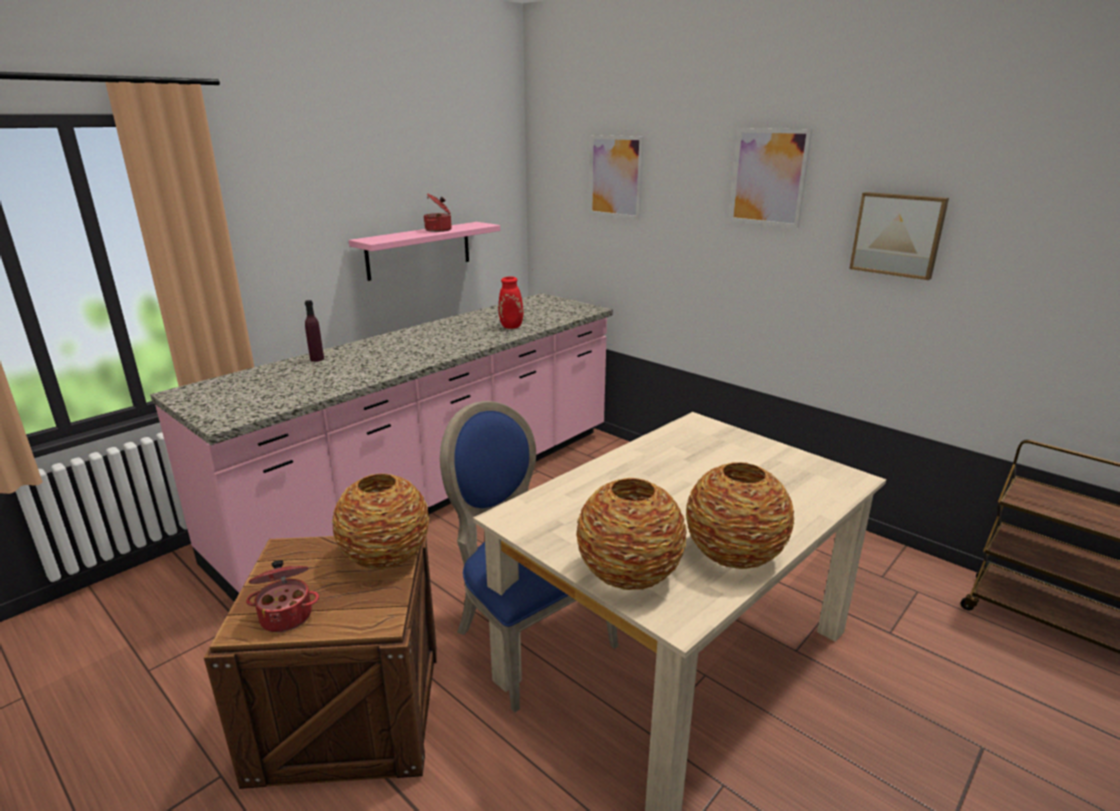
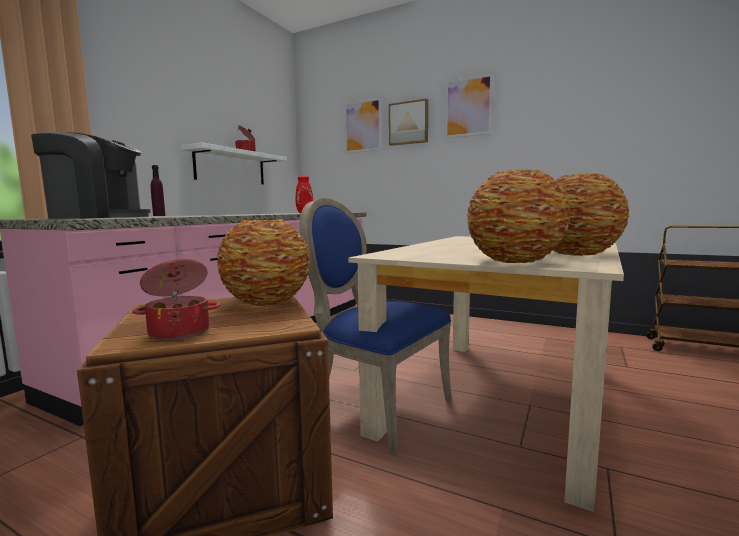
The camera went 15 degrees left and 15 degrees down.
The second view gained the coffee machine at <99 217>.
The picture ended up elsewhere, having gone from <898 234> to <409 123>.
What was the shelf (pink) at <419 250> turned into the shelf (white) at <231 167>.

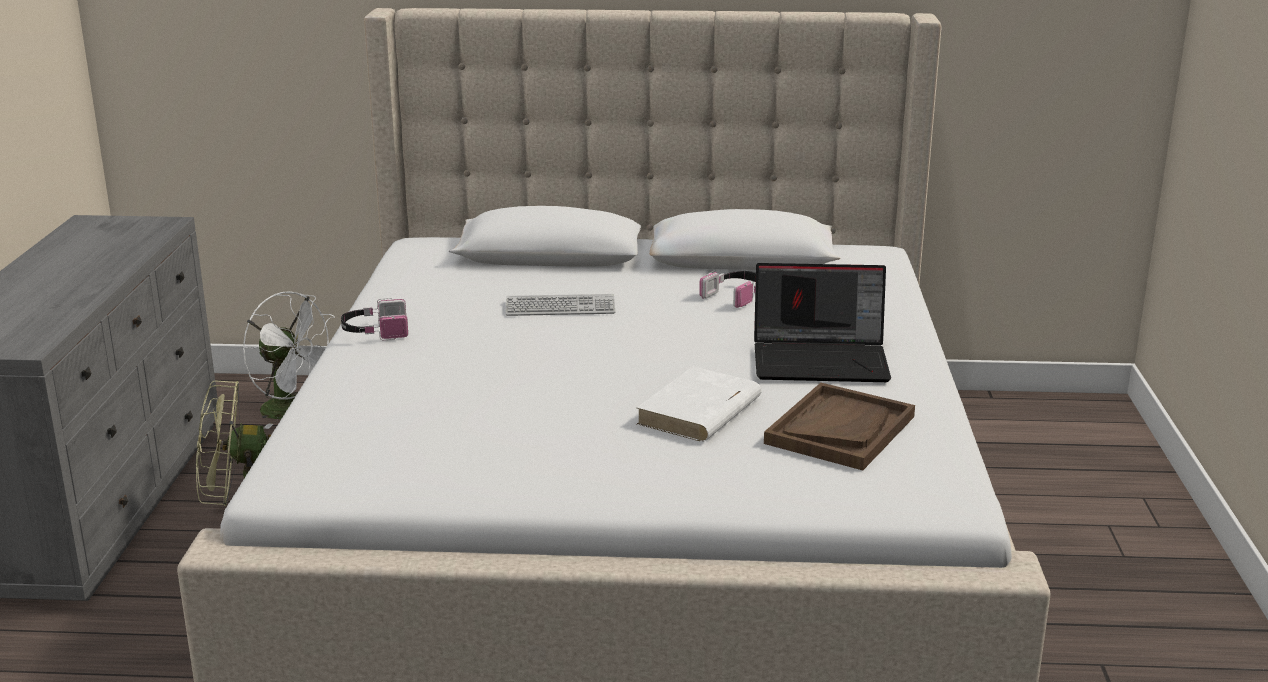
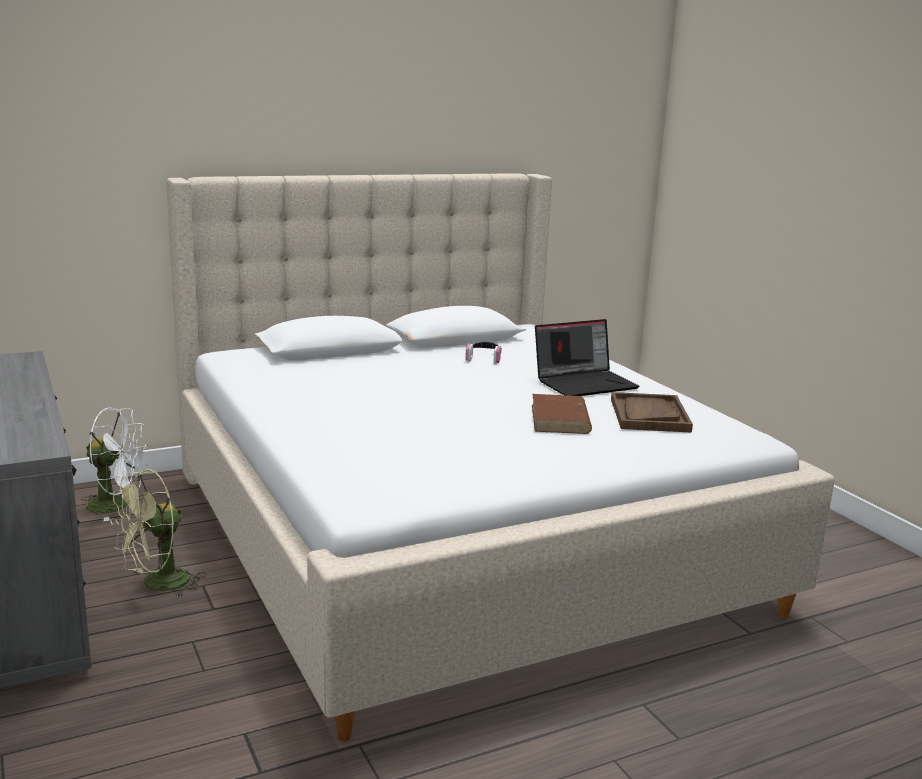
The camera went 30 degrees left and 5 degrees down.
The second view lost the headphones at <375 331>.
The second view lost the keyboard at <560 307>.
What was the book (white) at <699 412> turned into the book (brown) at <560 419>.

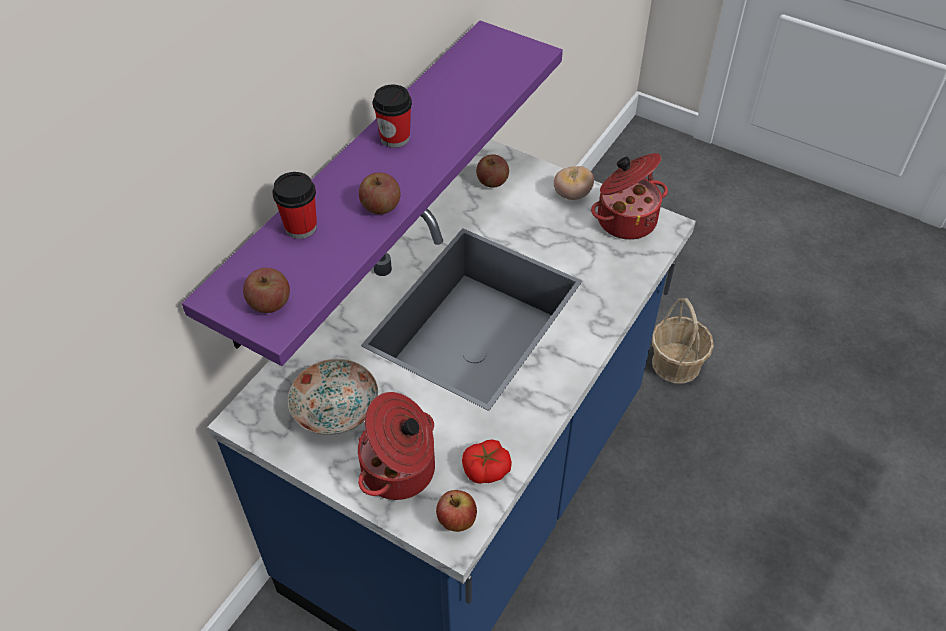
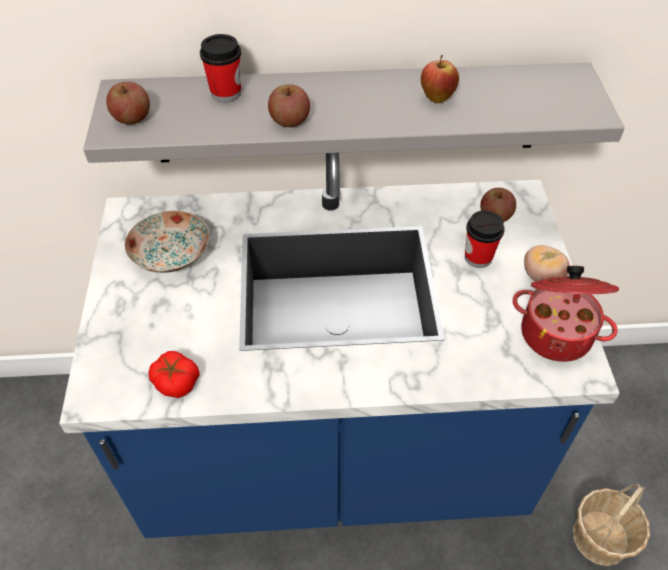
The camera went 55 degrees right and 0 degrees up.
The second view lost the cooking pot at <400 471>.
The cup ended up elsewhere, having gone from <395 138> to <478 257>.
The apple ended up elsewhere, having gone from <456 522> to <436 98>.
What was the shelf (purple) at <356 181> turned into the shelf (grey) at <348 113>.

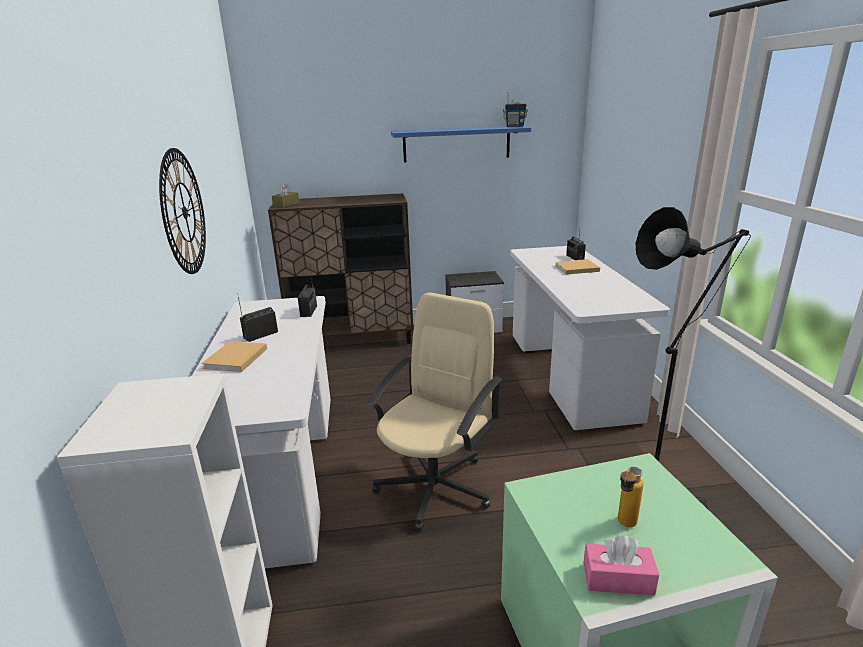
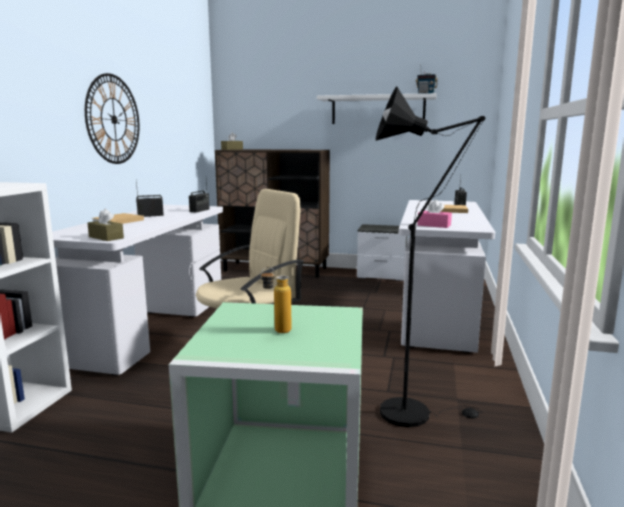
The camera went 20 degrees right and 10 degrees down.
The second view gained the tissue box (brown) at <106 237>.
The tissue box (pink) ended up elsewhere, having gone from <618 579> to <434 225>.
What was the shelf (blue) at <456 144> turned into the shelf (white) at <378 110>.

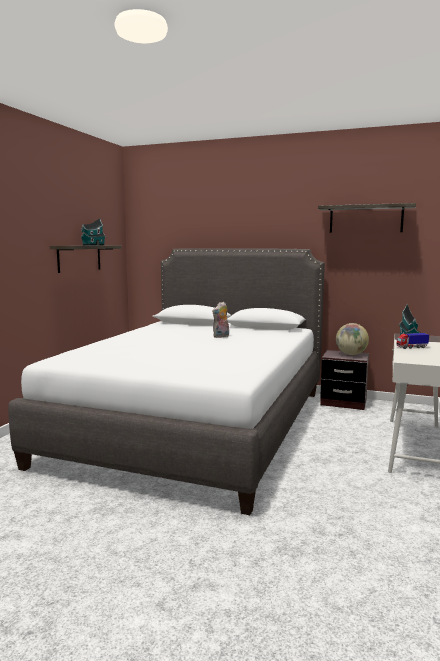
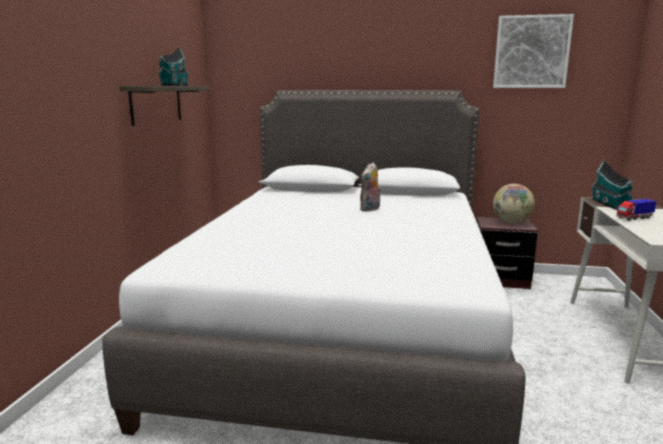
The camera went 10 degrees left and 5 degrees up.
Where the shelf hung at <366 219>, the picture came to hang at <531 52>.

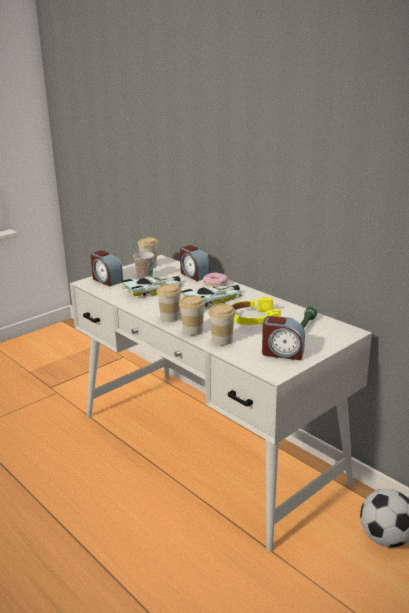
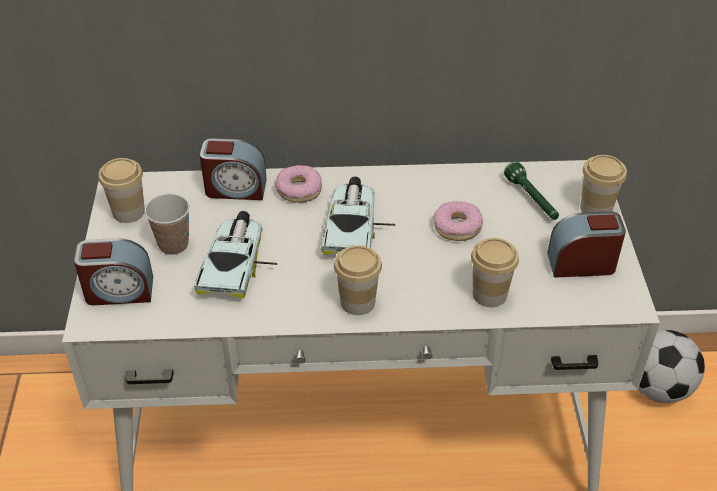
The camera went 50 degrees left and 20 degrees up.
The cup ended up elsewhere, having gone from <192 331> to <596 208>.
Where the headphones (yellow) stood at <253 319>, the donut came to stand at <457 227>.
The alarm clock at <282 353> ended up facing another way, 150 degrees counterclockwise from before.

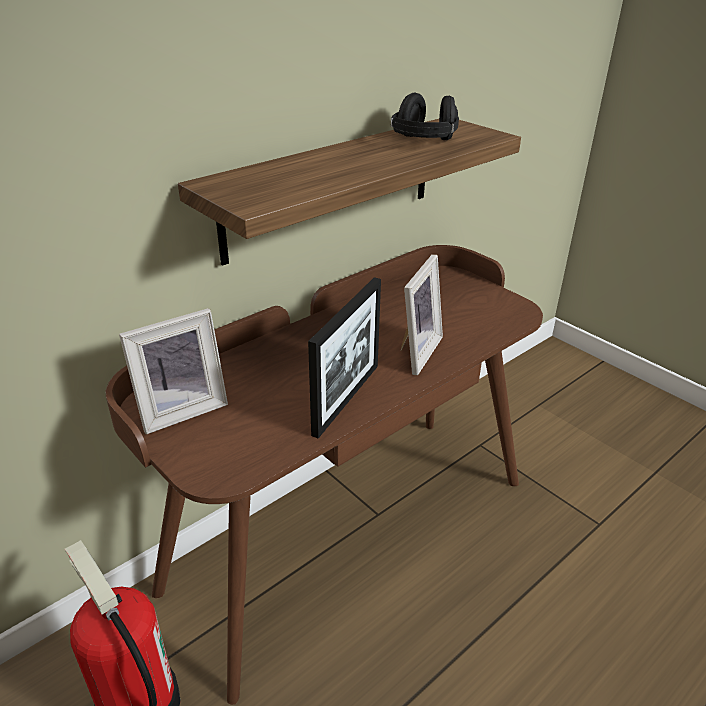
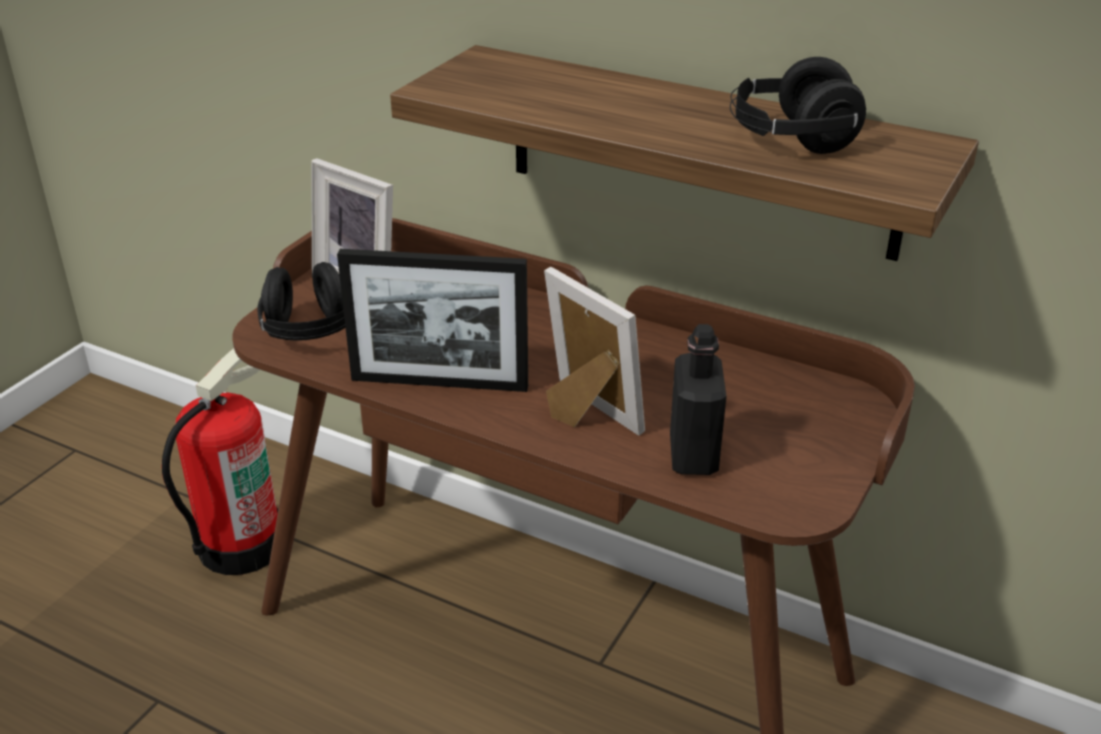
The camera went 70 degrees right and 0 degrees up.
The second view gained the headphones (black) at <308 331>.
The second view gained the bottle (black) at <693 455>.
The picture frame at <414 352> ended up facing another way, 135 degrees counterclockwise from before.

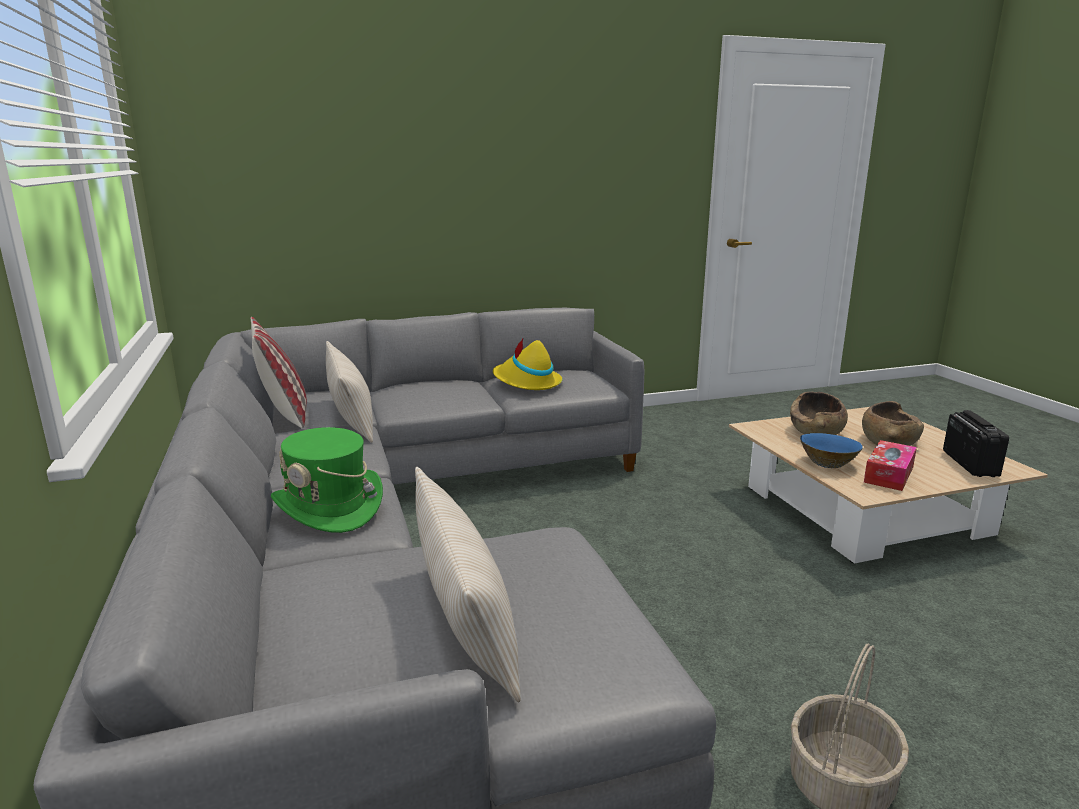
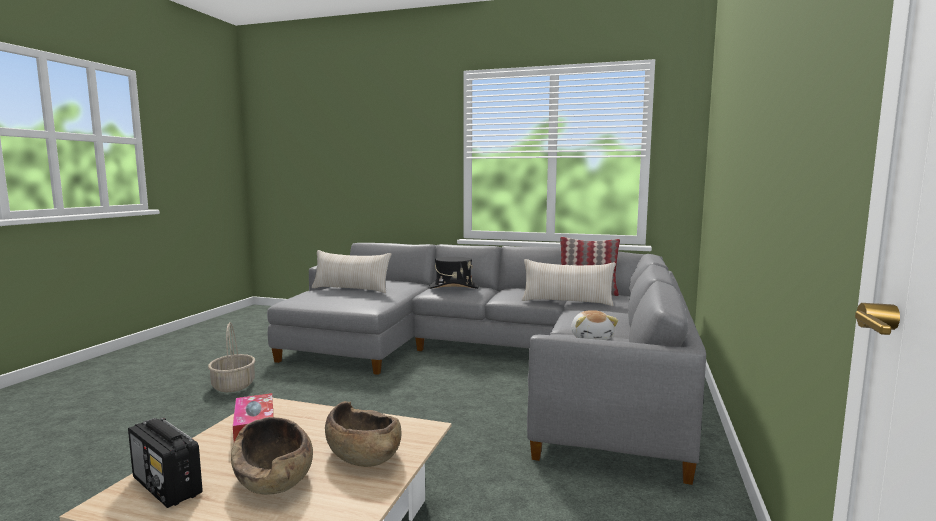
The camera went 125 degrees right and 10 degrees down.
The second view lost the bowl (blue) at <828 463>.
Where the hat (yellow) stood at <526 382>, the plush toy came to stand at <592 338>.
What was the hat (green) at <329 507> turned into the hat (black) at <453 288>.

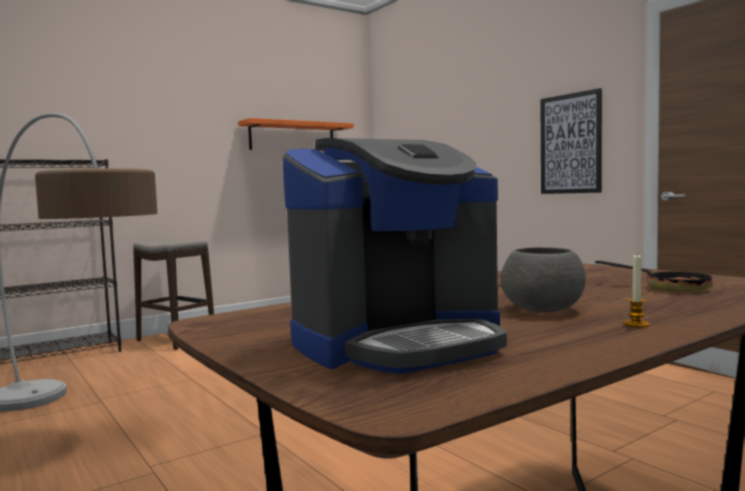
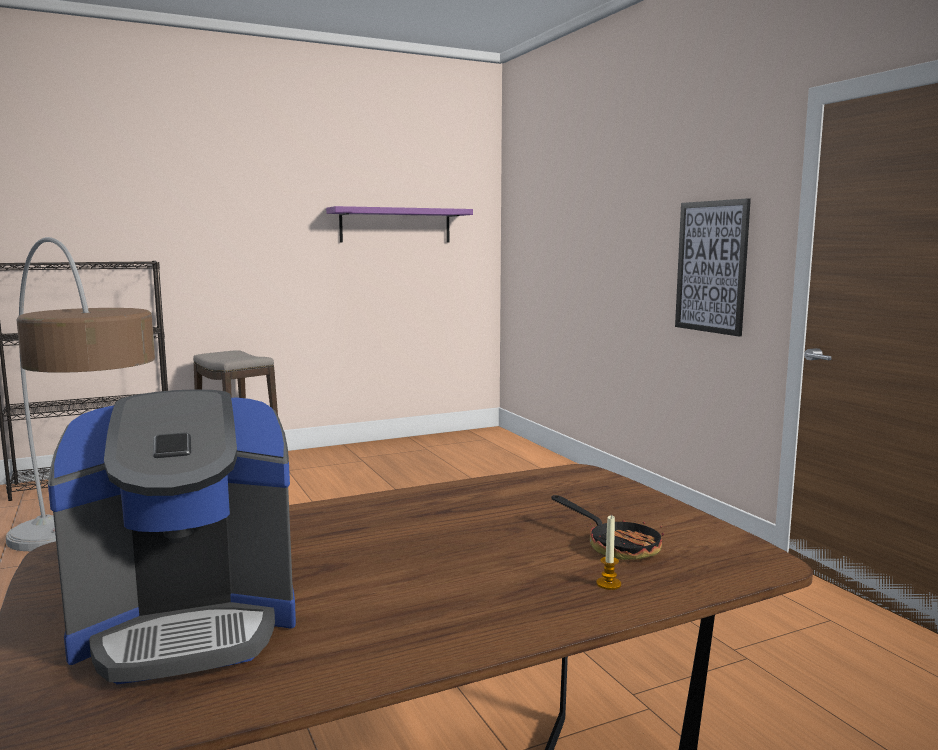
The camera went 10 degrees right and 5 degrees up.
The second view lost the bowl (grey) at <543 310>.
The candle ended up elsewhere, having gone from <636 324> to <608 584>.
What was the shelf (orange) at <292 137> turned into the shelf (purple) at <395 225>.

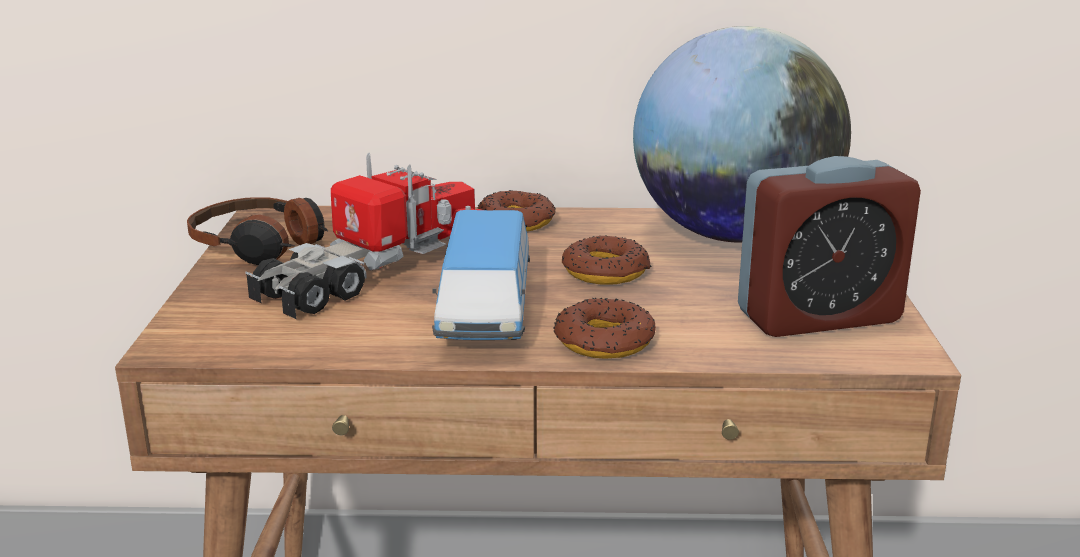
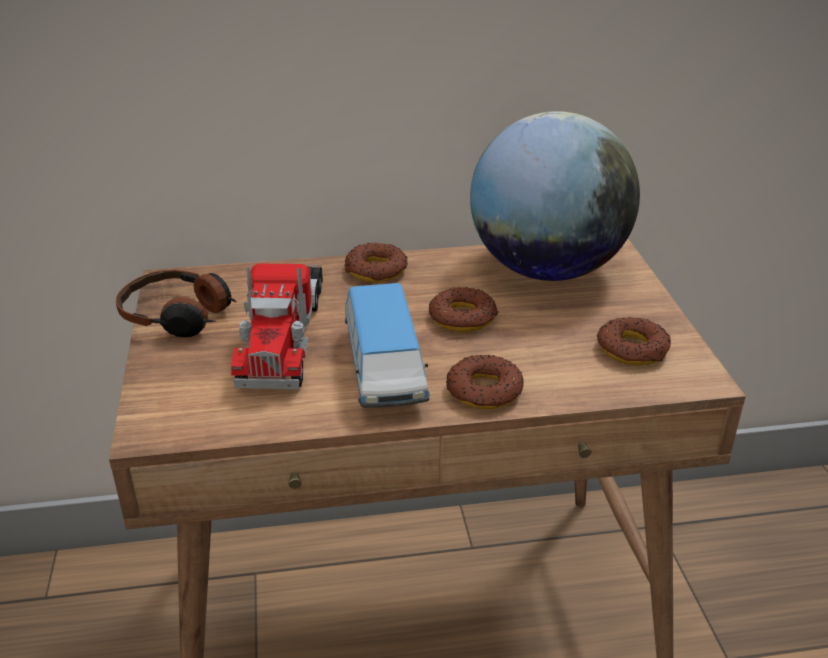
The camera went 10 degrees left and 10 degrees up.
Where the alarm clock stood at <818 317>, the donut came to stand at <632 349>.
The toy truck at <375 271> ended up facing another way, 150 degrees clockwise from before.

